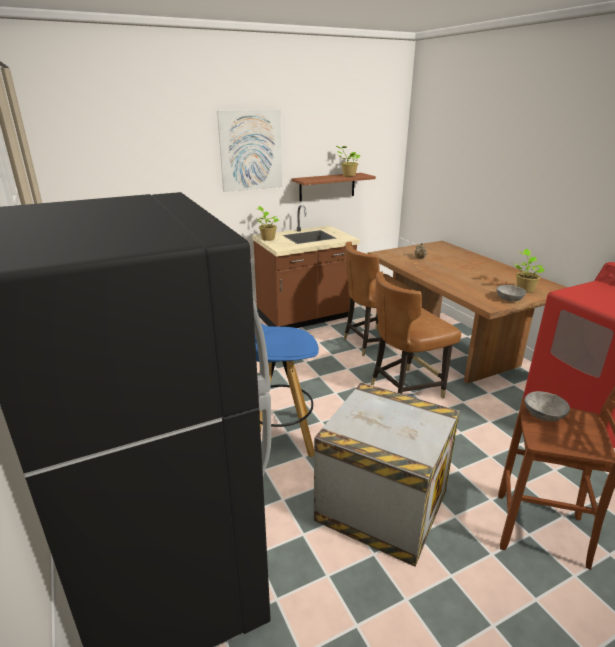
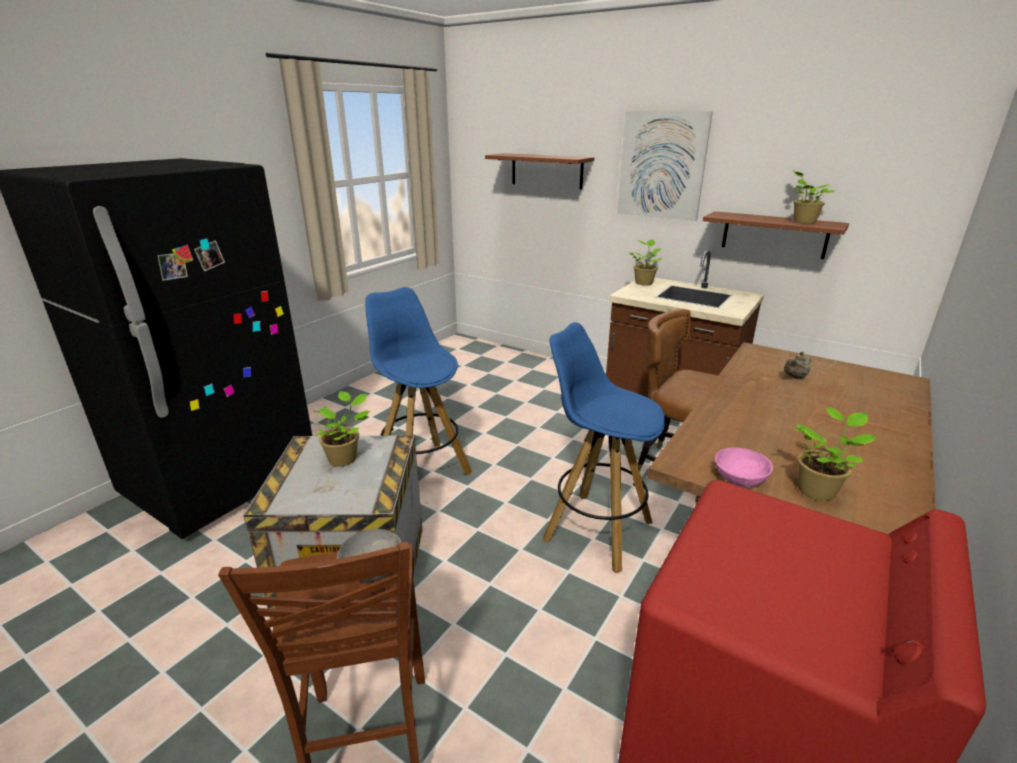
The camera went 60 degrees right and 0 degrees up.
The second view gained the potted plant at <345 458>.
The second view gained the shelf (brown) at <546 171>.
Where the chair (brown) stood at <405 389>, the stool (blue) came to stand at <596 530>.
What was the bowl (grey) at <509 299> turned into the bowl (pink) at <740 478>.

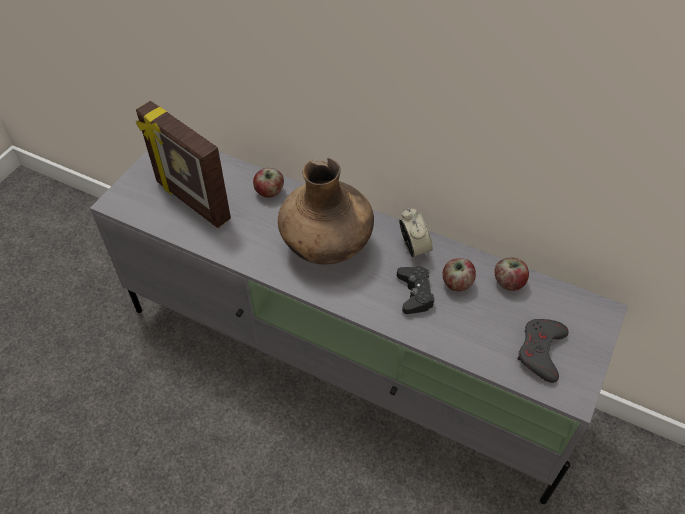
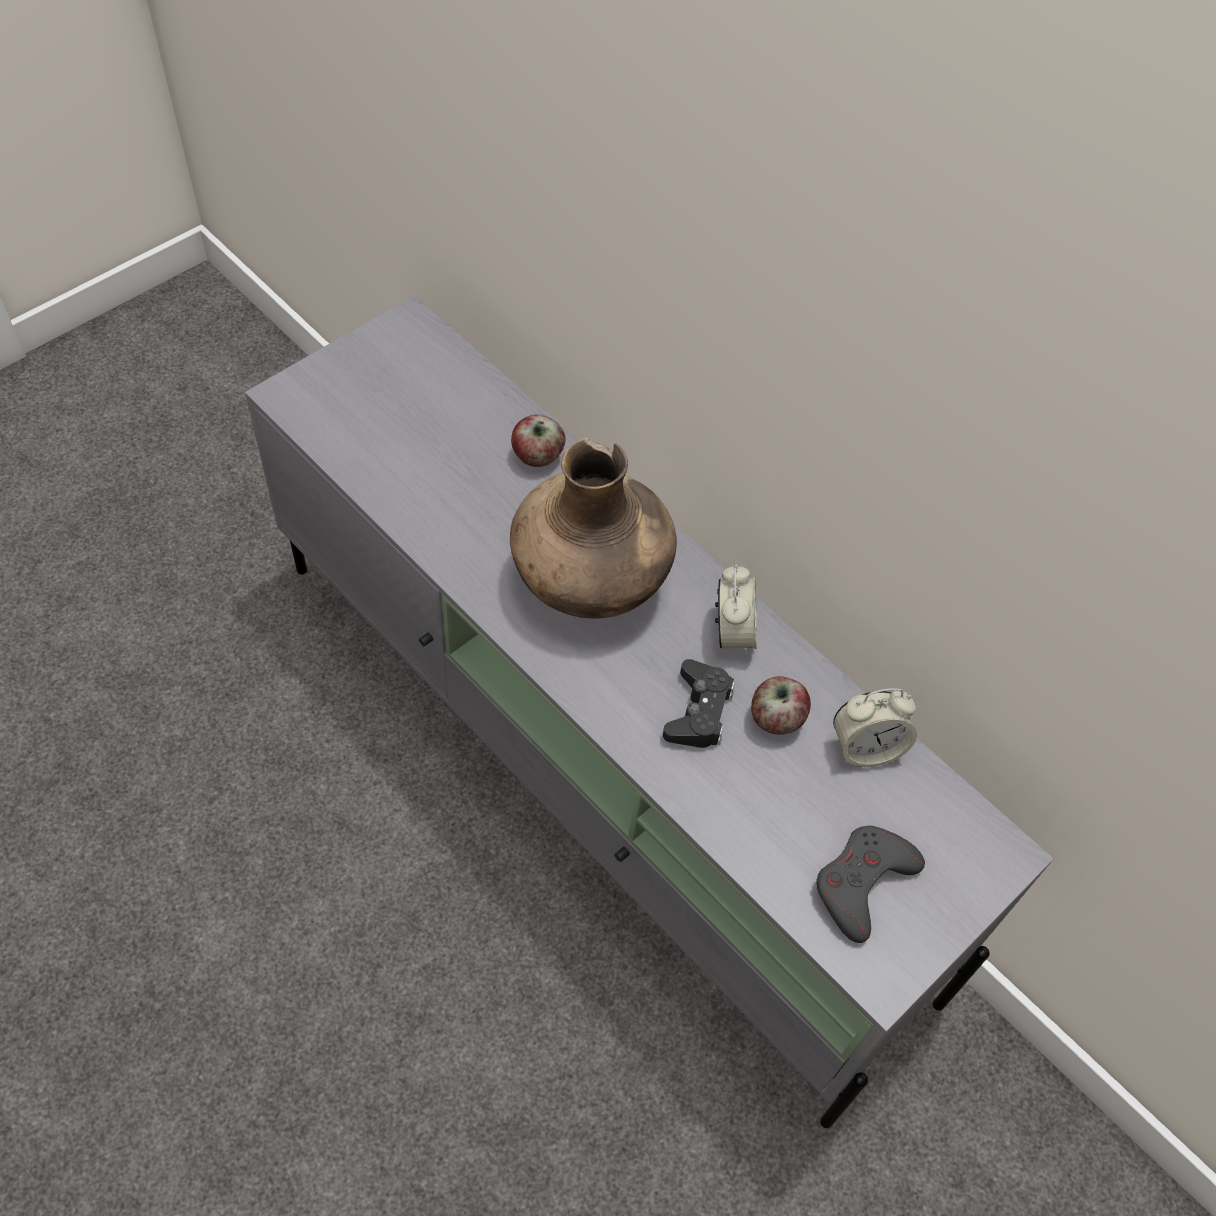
The camera went 15 degrees right and 5 degrees up.
The second view lost the picture frame at <191 201>.
Where the apple stood at <509 282>, the alarm clock came to stand at <865 747>.

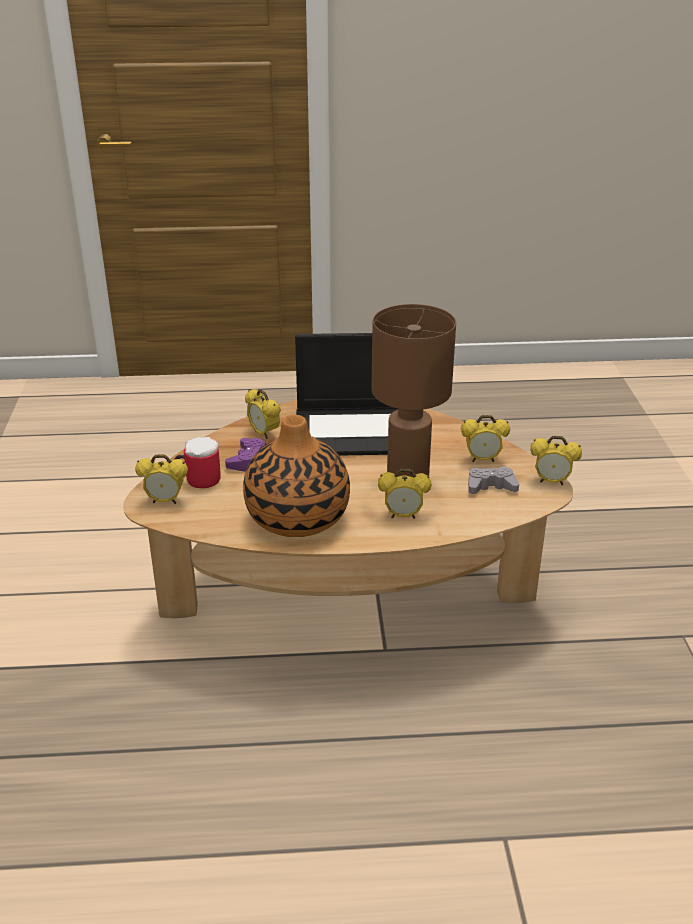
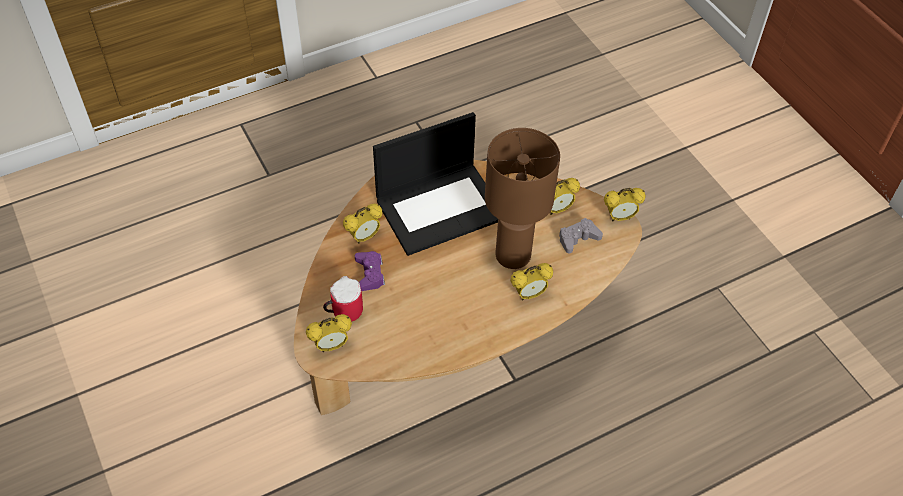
The camera went 25 degrees left and 20 degrees up.
The second view lost the vase at <298 517>.
The alarm clock at <264 433> ended up facing another way, 60 degrees counterclockwise from before.

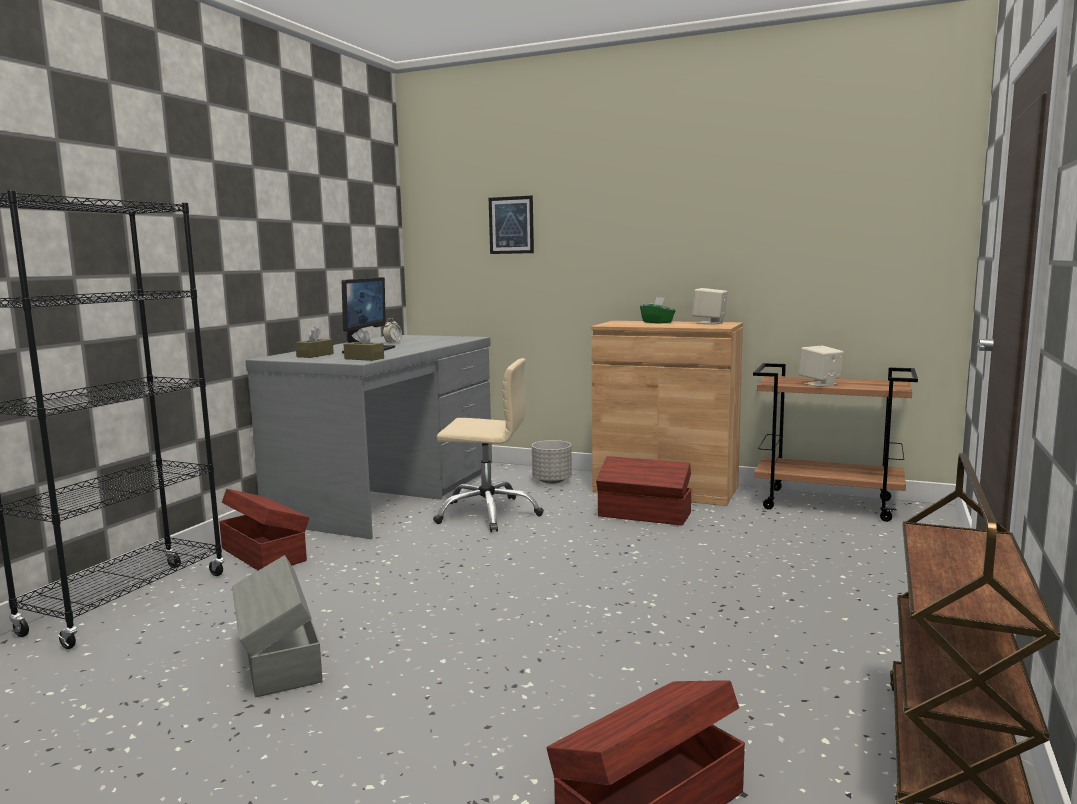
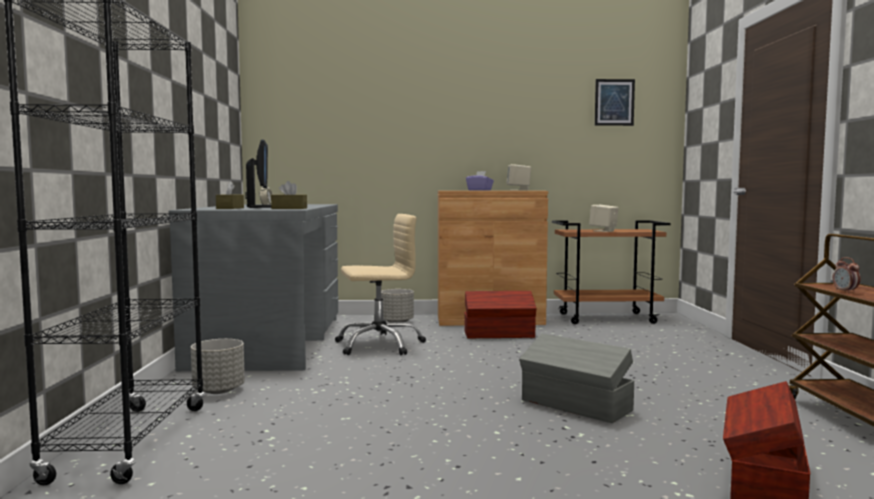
The camera went 25 degrees left and 5 degrees down.
The second view gained the alarm clock at <845 291>.
The storage box (grey) ended up elsewhere, having gone from <279 659> to <576 406>.
The picture ended up elsewhere, having gone from <511 225> to <614 102>.
Where the storage box (brown) stood at <264 554>, the planter (grey) came to stand at <218 391>.
What was the tissue box (green) at <657 322> turned into the tissue box (purple) at <479 190>.

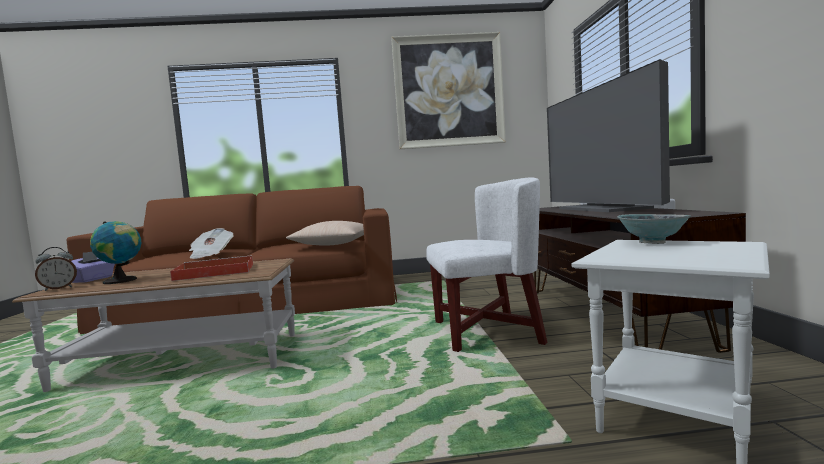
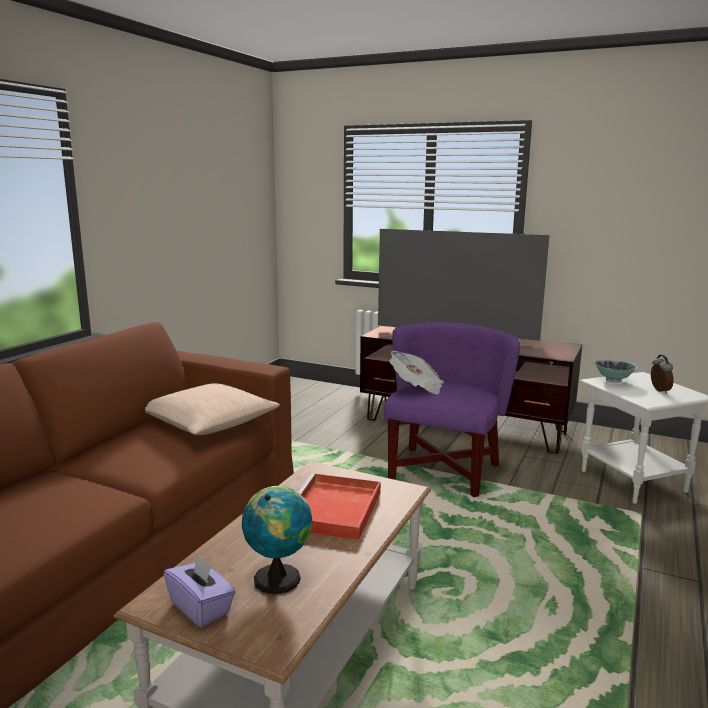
The camera went 60 degrees left and 10 degrees up.
The second view lost the picture at <449 91>.
The alarm clock ended up elsewhere, having gone from <59 288> to <658 390>.
The newspaper ended up elsewhere, having gone from <210 255> to <416 387>.
What was the armchair (white) at <487 331> turned into the armchair (purple) at <443 471>.

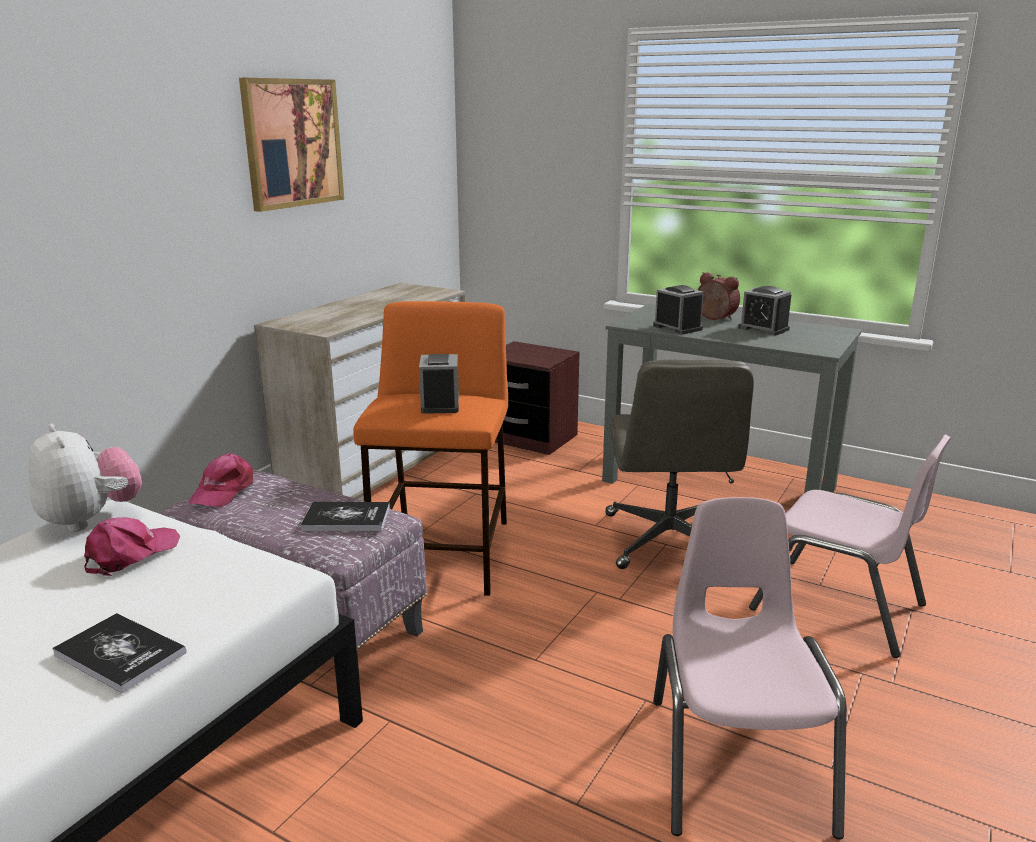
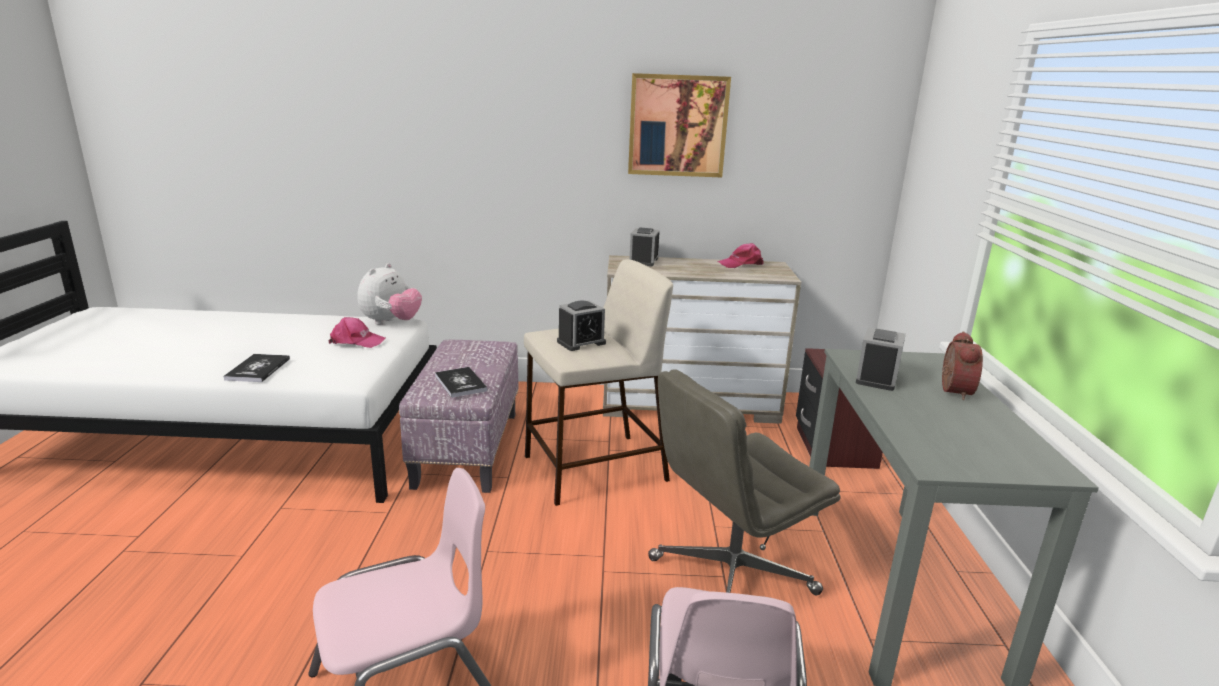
The camera went 60 degrees right and 0 degrees up.
The cap (pink) ended up elsewhere, having gone from <224 490> to <741 264>.
The alarm clock ended up elsewhere, having gone from <763 329> to <643 261>.
What was the stool (orange) at <443 554> turned into the stool (beige) at <593 469>.

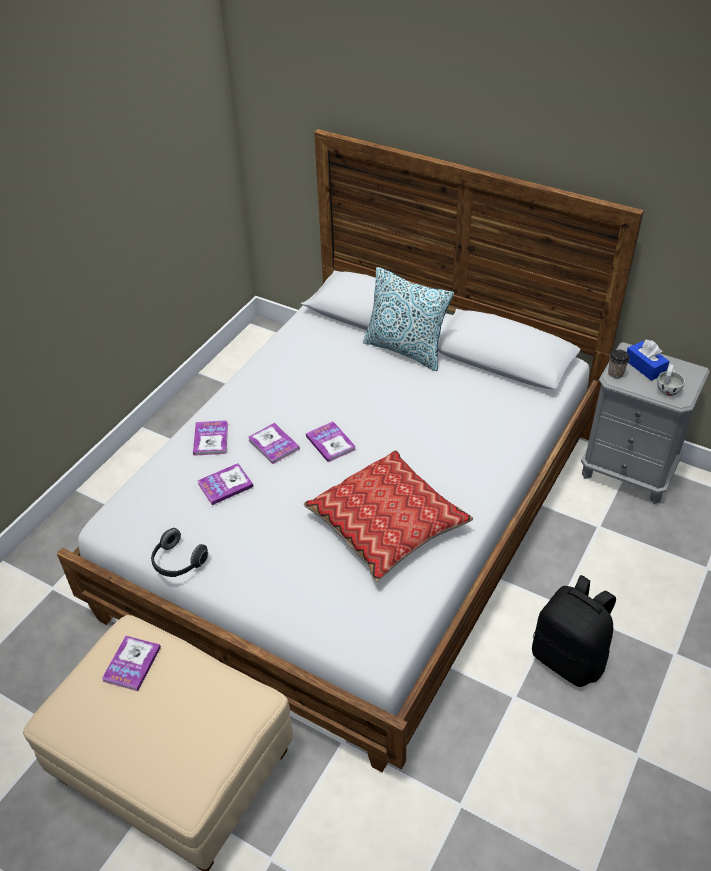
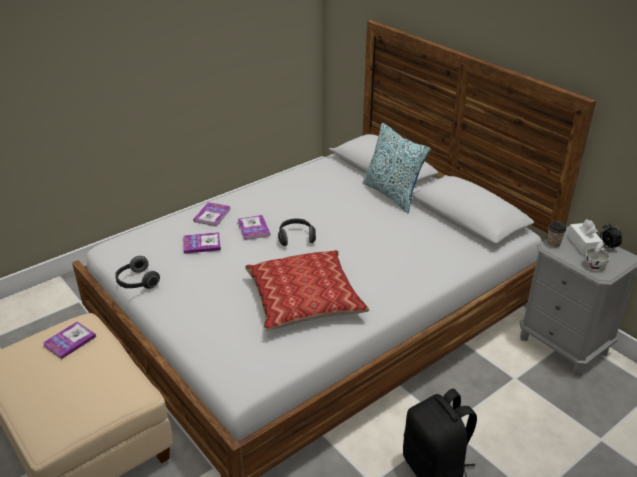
The camera went 20 degrees right and 10 degrees down.
The second view gained the alarm clock at <607 247>.
Where the book stood at <330 443>, the headphones came to stand at <296 238>.
What was the tissue box (blue) at <645 367> turned into the tissue box (white) at <583 244>.

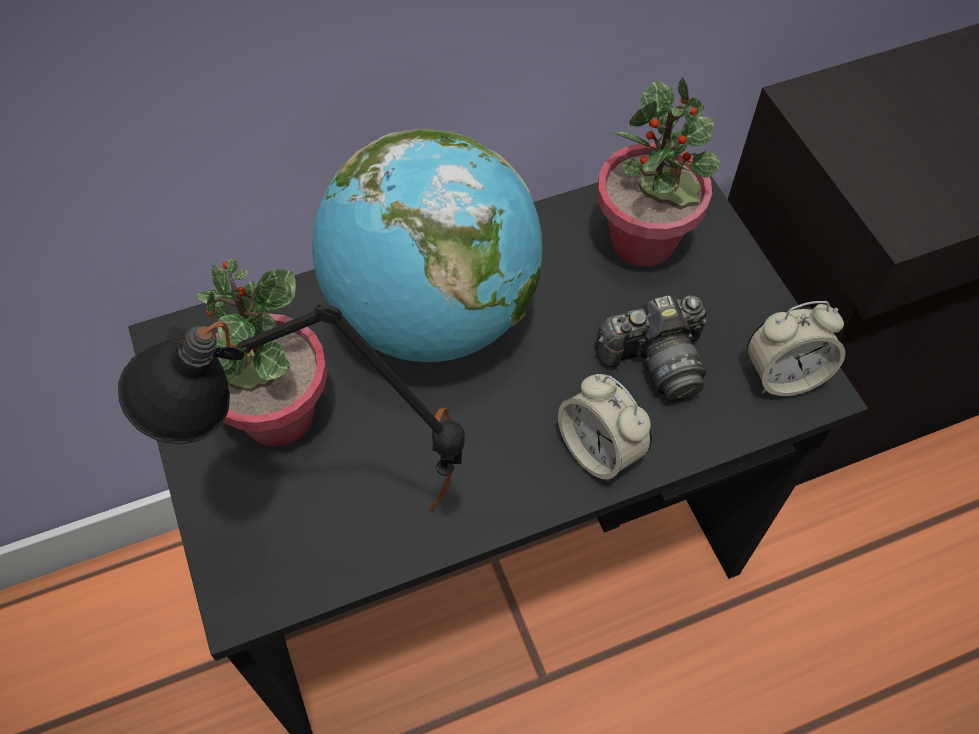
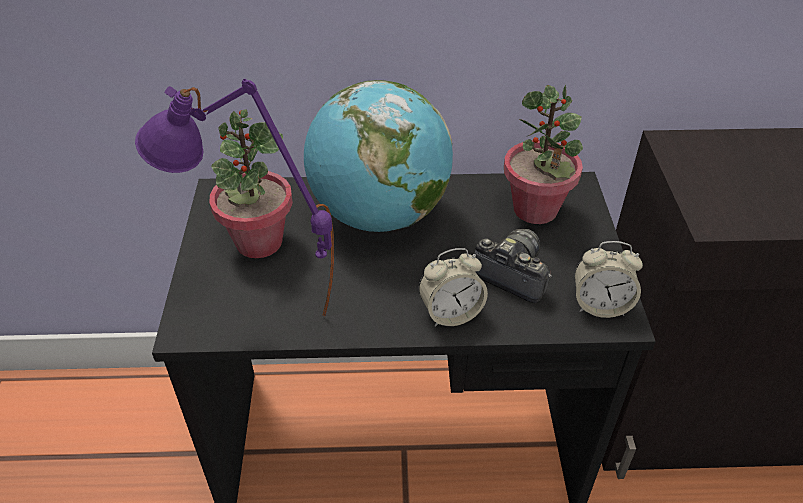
The camera went 20 degrees right and 15 degrees down.
What was the table lamp (black) at <339 535> turned into the table lamp (purple) at <261 313>.
The alarm clock at <599 450> ended up facing another way, 90 degrees counterclockwise from before.
The photo camera at <655 361> ended up facing another way, 150 degrees counterclockwise from before.

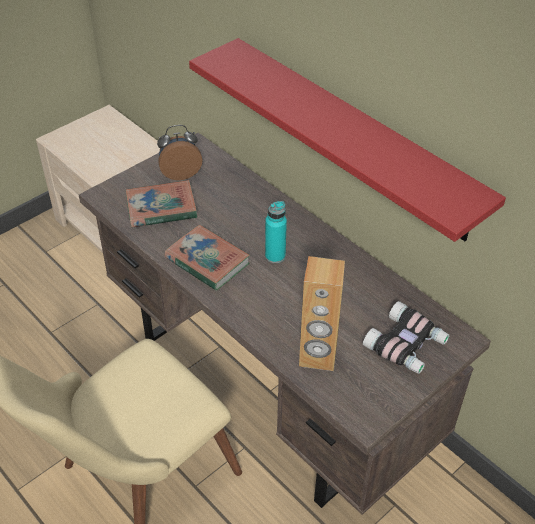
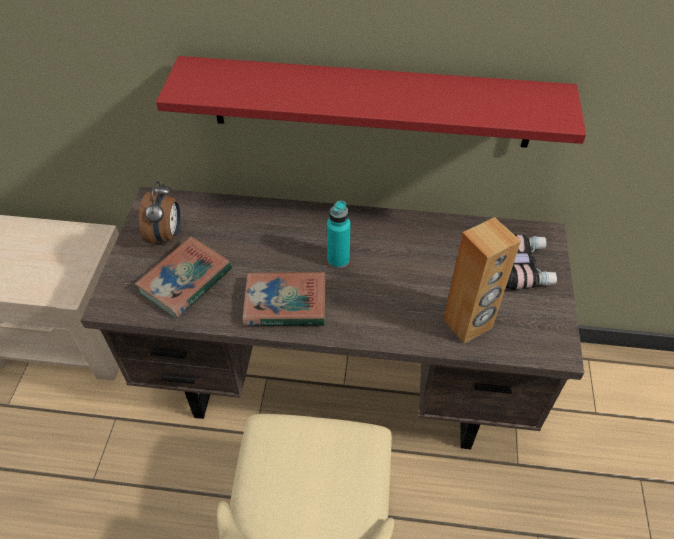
The camera went 40 degrees left and 5 degrees up.
The alarm clock at <180 173> ended up facing another way, 150 degrees clockwise from before.

